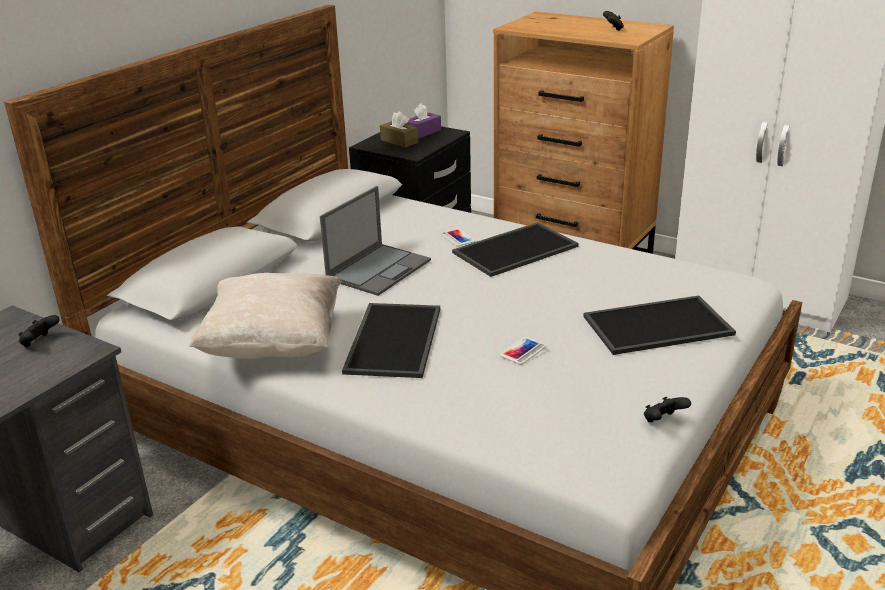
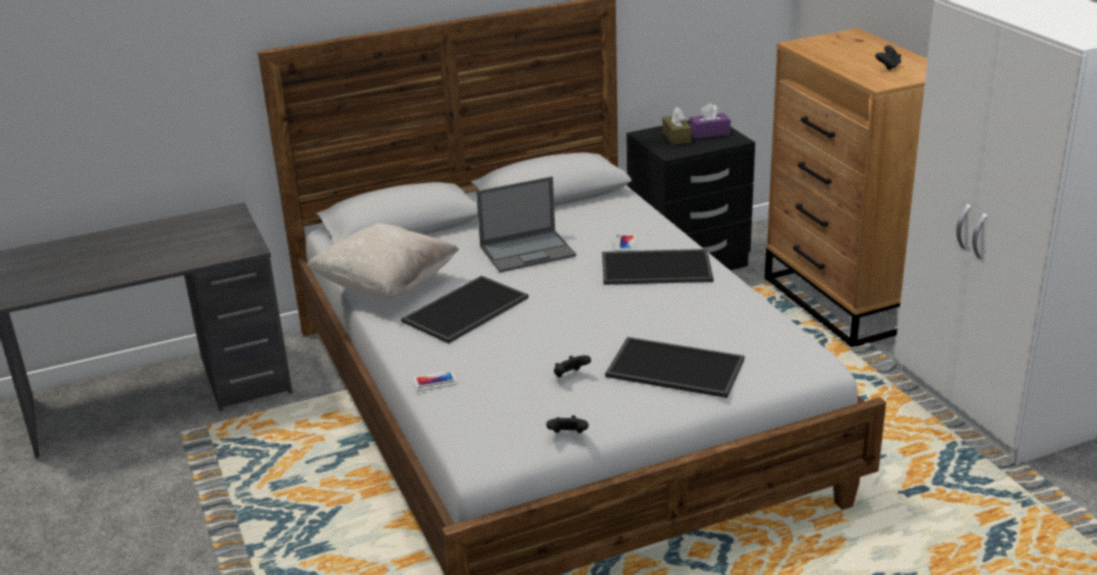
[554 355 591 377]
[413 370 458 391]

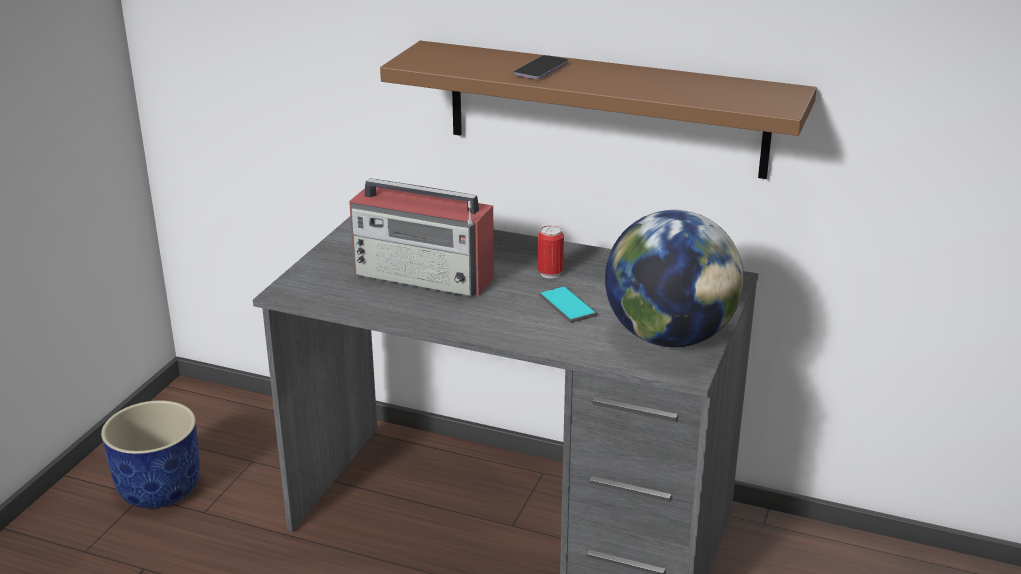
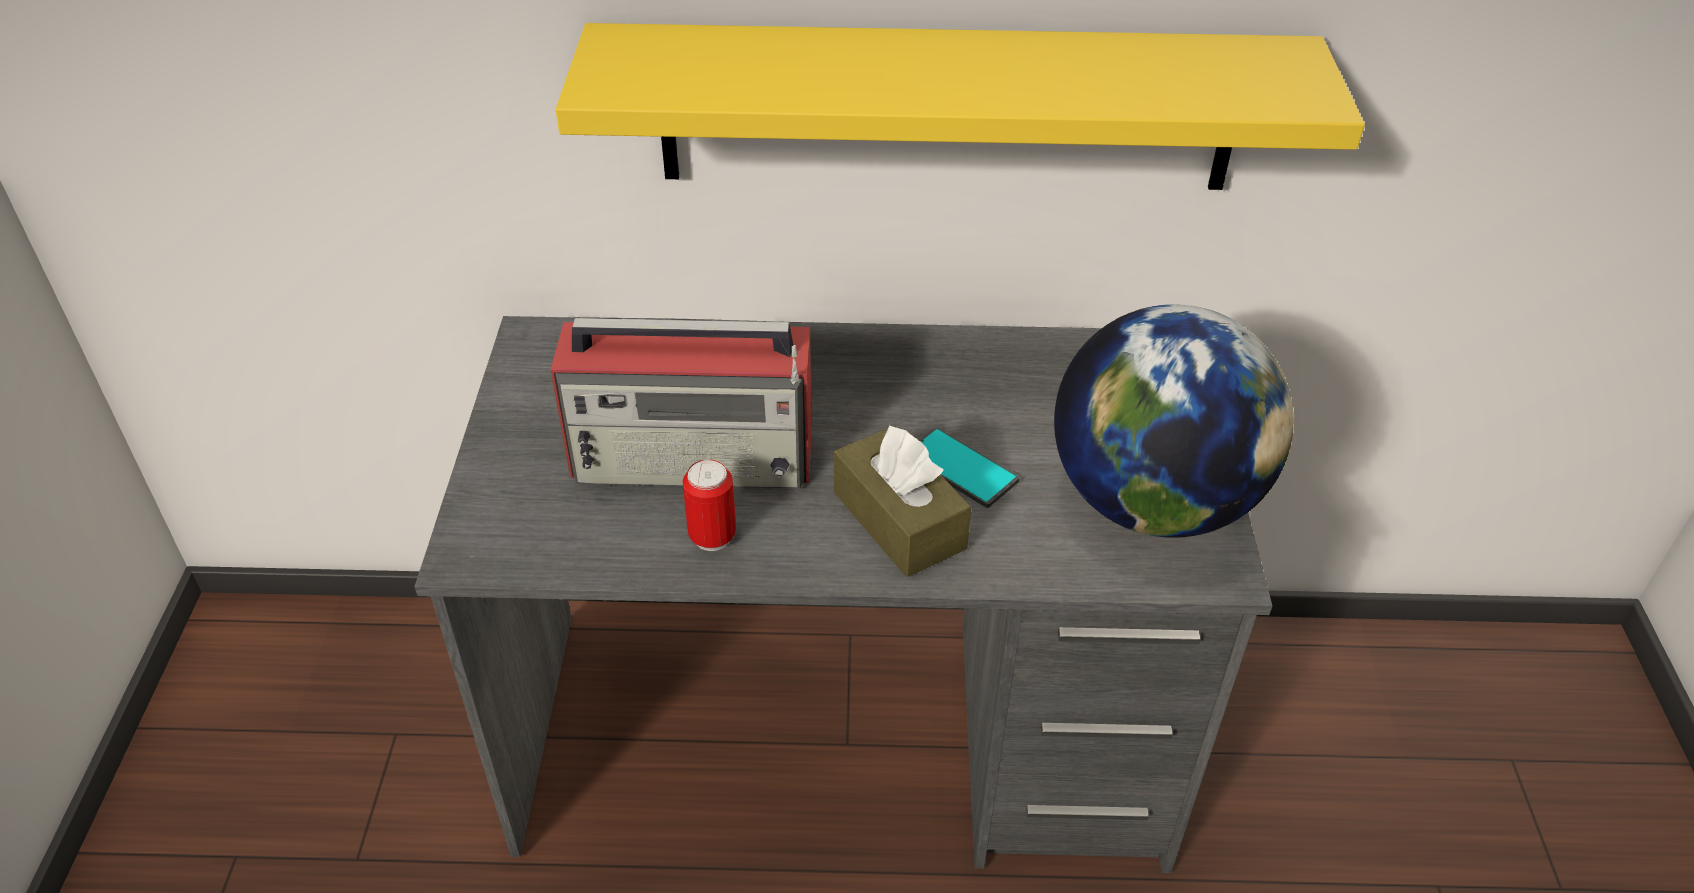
[101 400 200 509] (first image)
[556 23 1365 190]
[514 55 568 79] (first image)
[683 459 736 551]
[834 424 971 577]

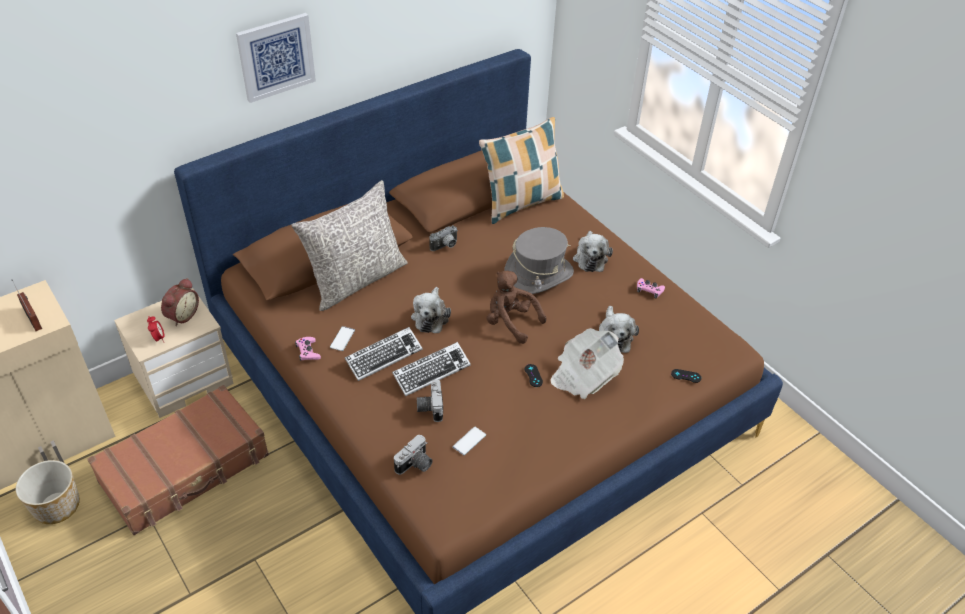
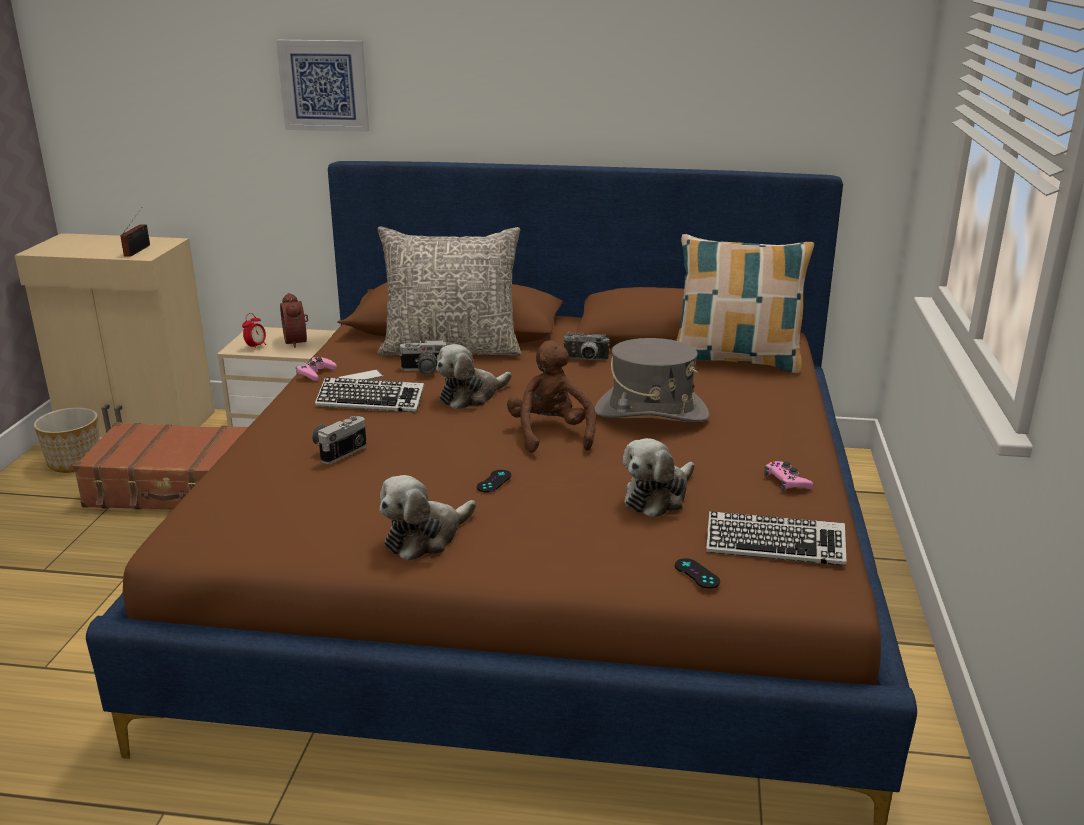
[280 293 308 348]
[276 40 369 132]
[706 511 846 566]
[399 340 447 375]
[453 427 486 455] (first image)
[550 328 624 399] (first image)
[379 475 476 561]

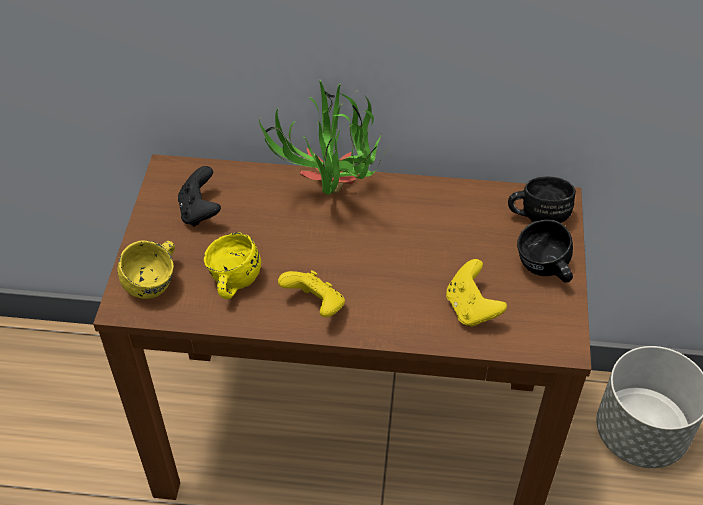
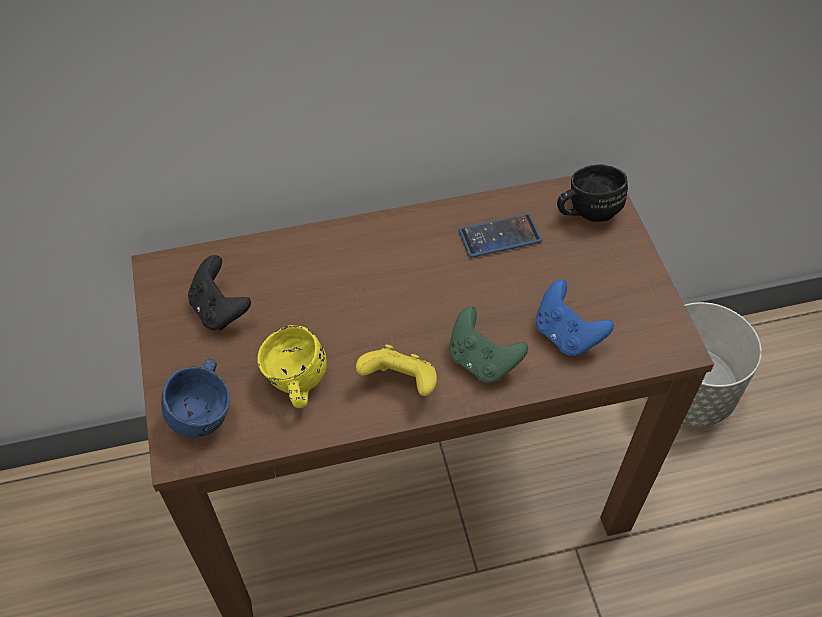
[161 359 230 438]
[259 80 389 195] (first image)
[536 280 614 356]
[517 219 573 283] (first image)
[449 306 528 383]
[459 213 542 258]

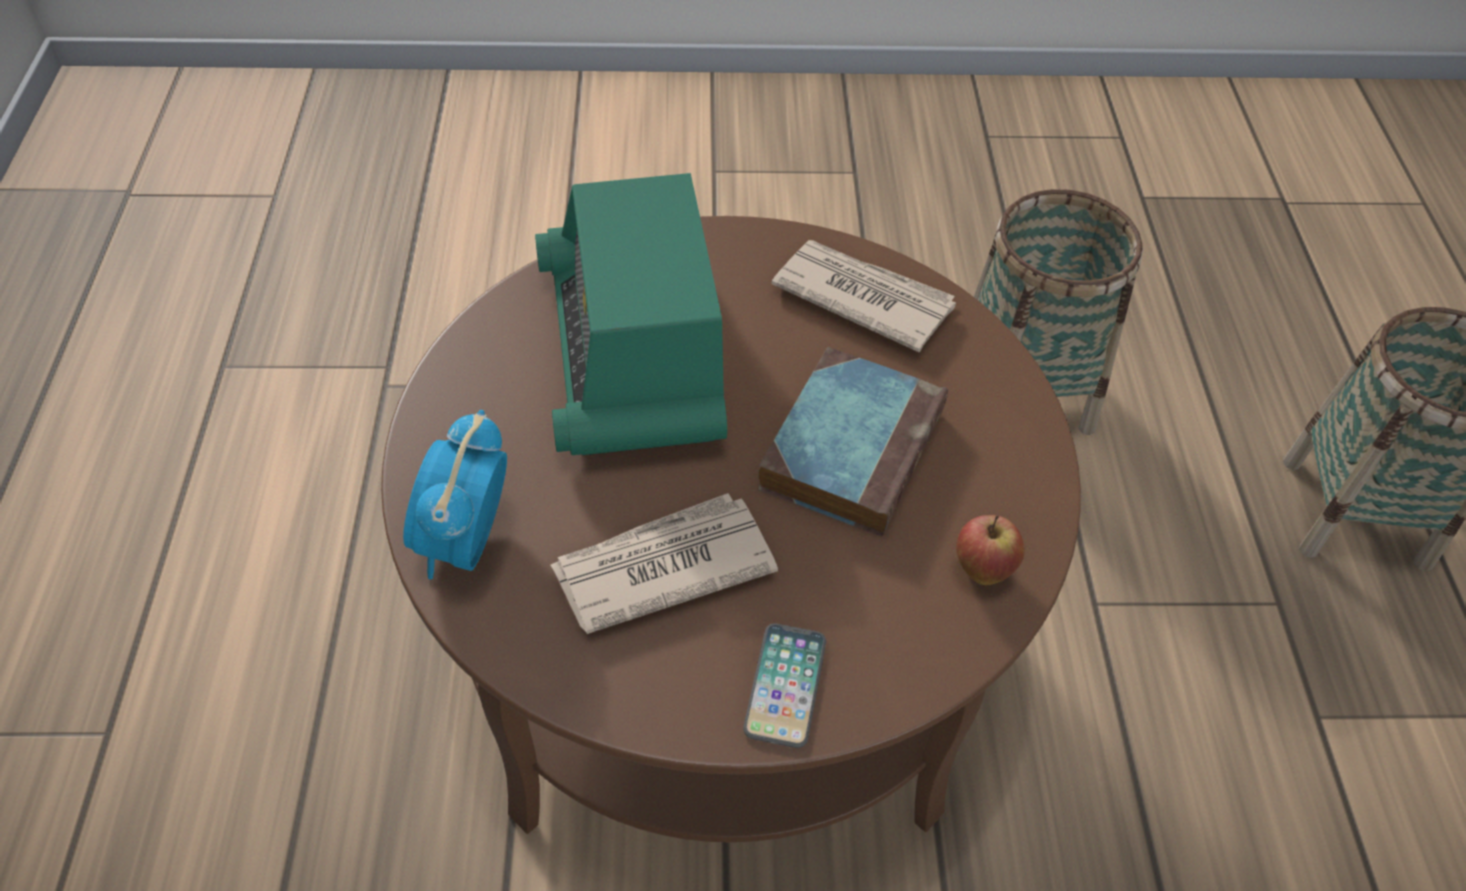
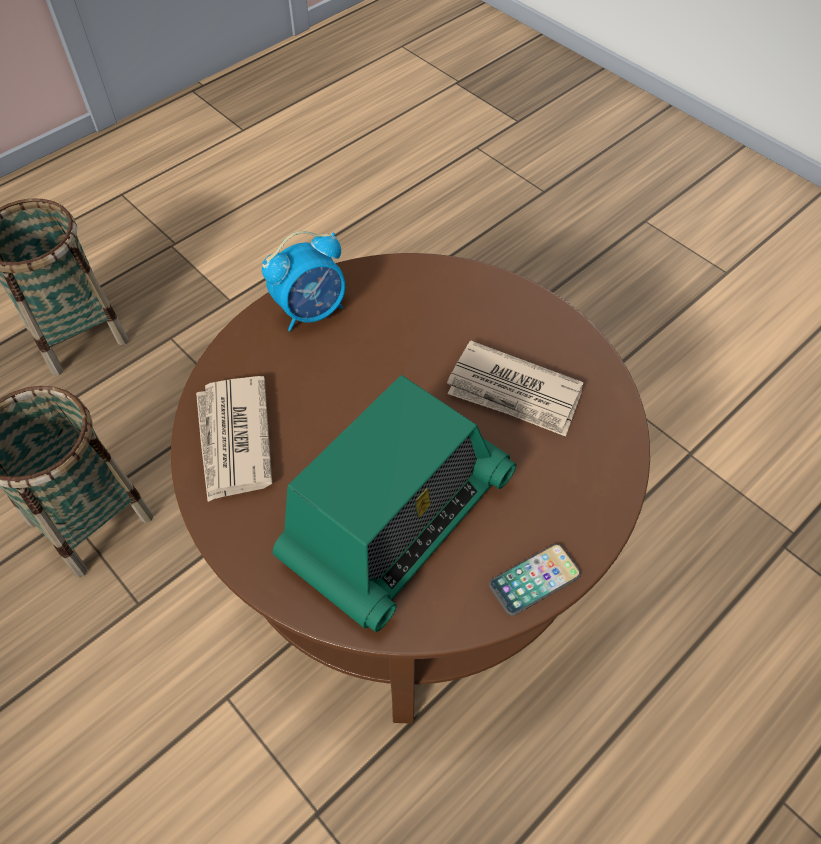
[262 231 346 331]
[489 544 581 616]
[758 347 948 536] (first image)
[956 515 1025 585] (first image)

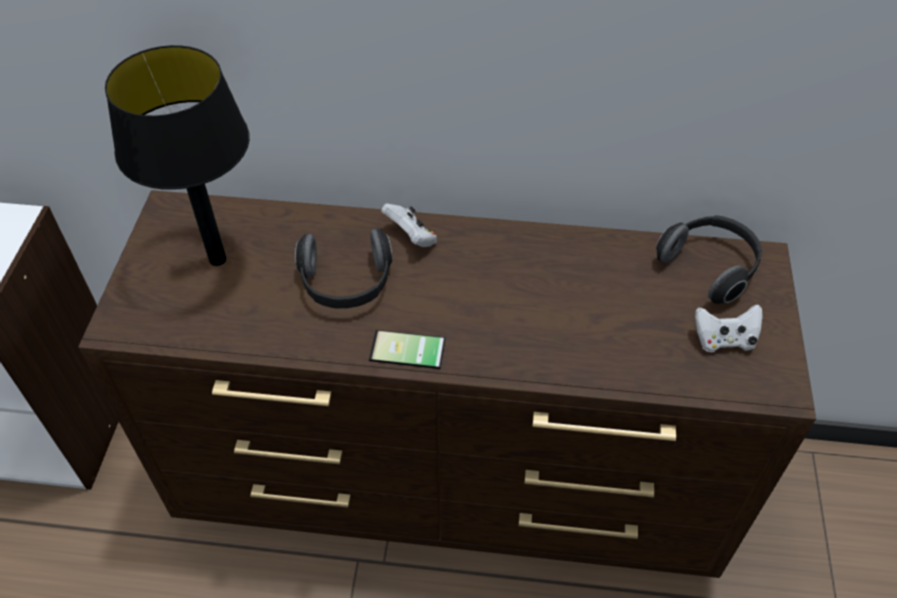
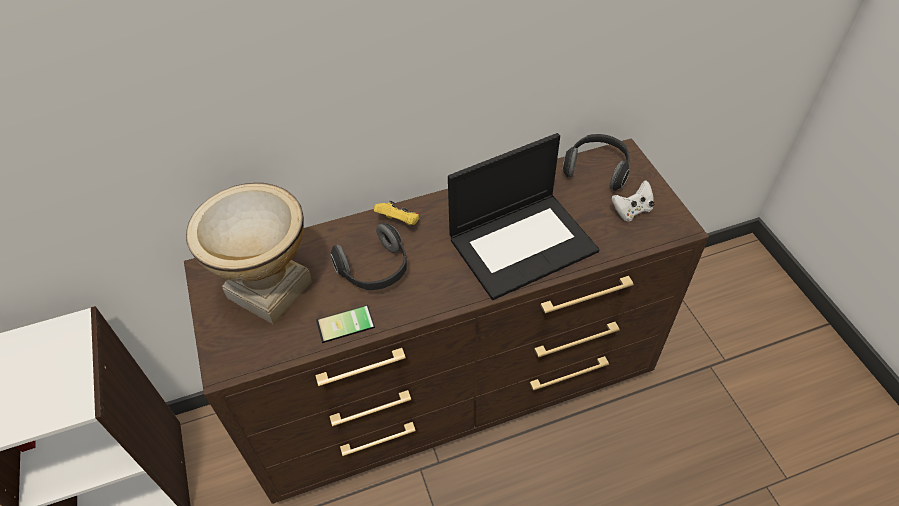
[186 183 312 324]
[316 305 375 343]
[373 201 419 226]
[448 133 600 300]

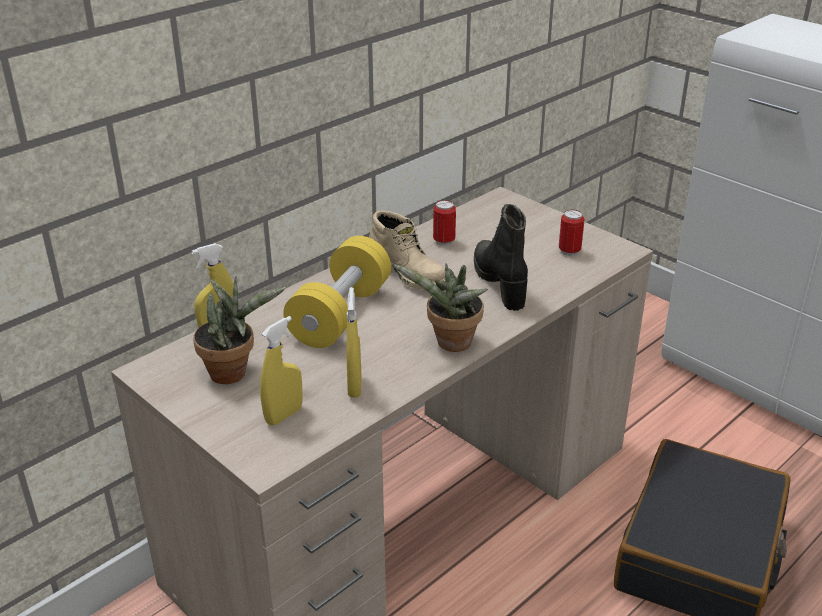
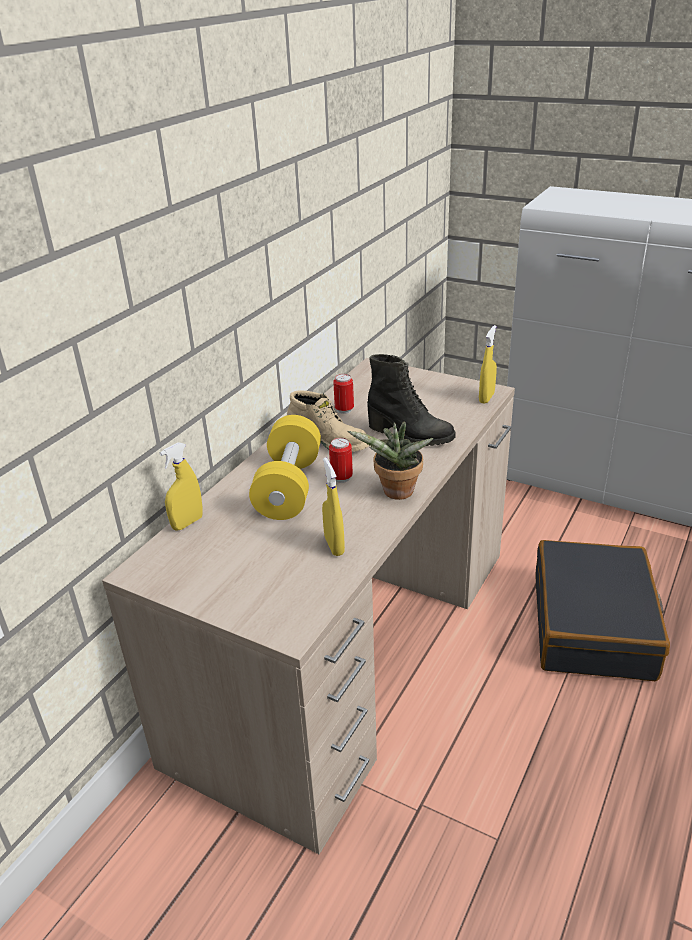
[193 276 286 384] (first image)
[479 325 497 404]
[367 354 456 446]
[329 438 353 483]

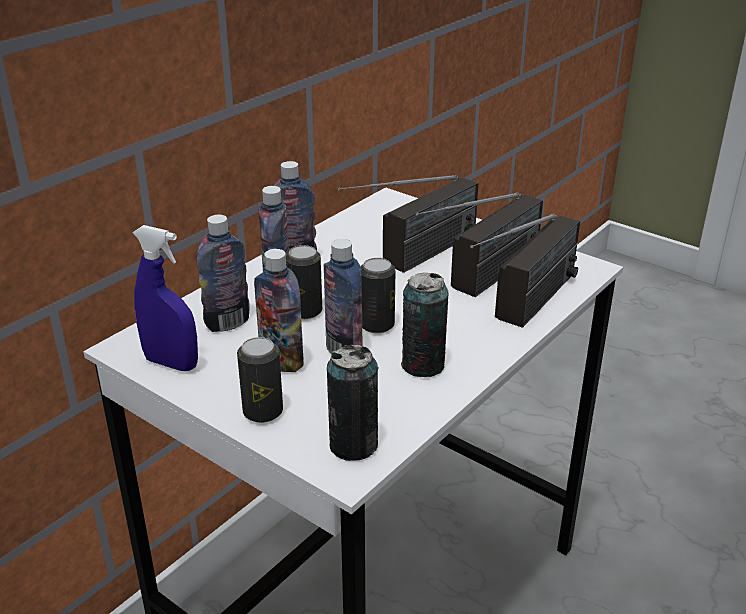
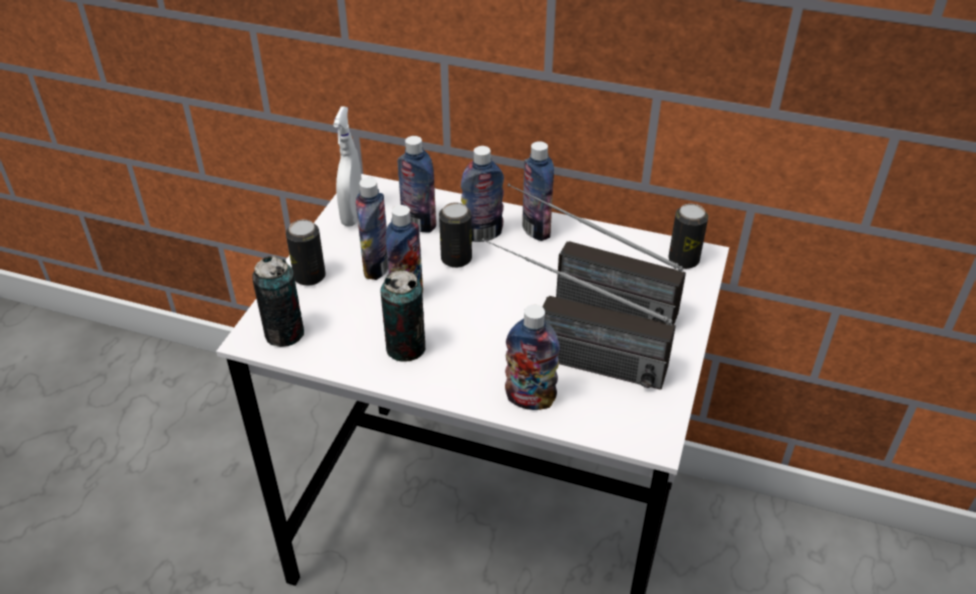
[333 106 362 227]
[668 204 708 269]
[505 305 560 410]

